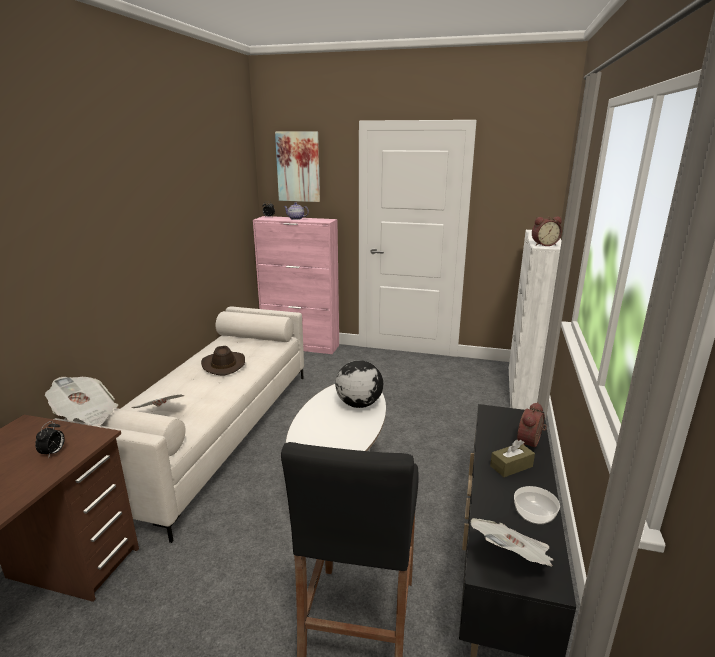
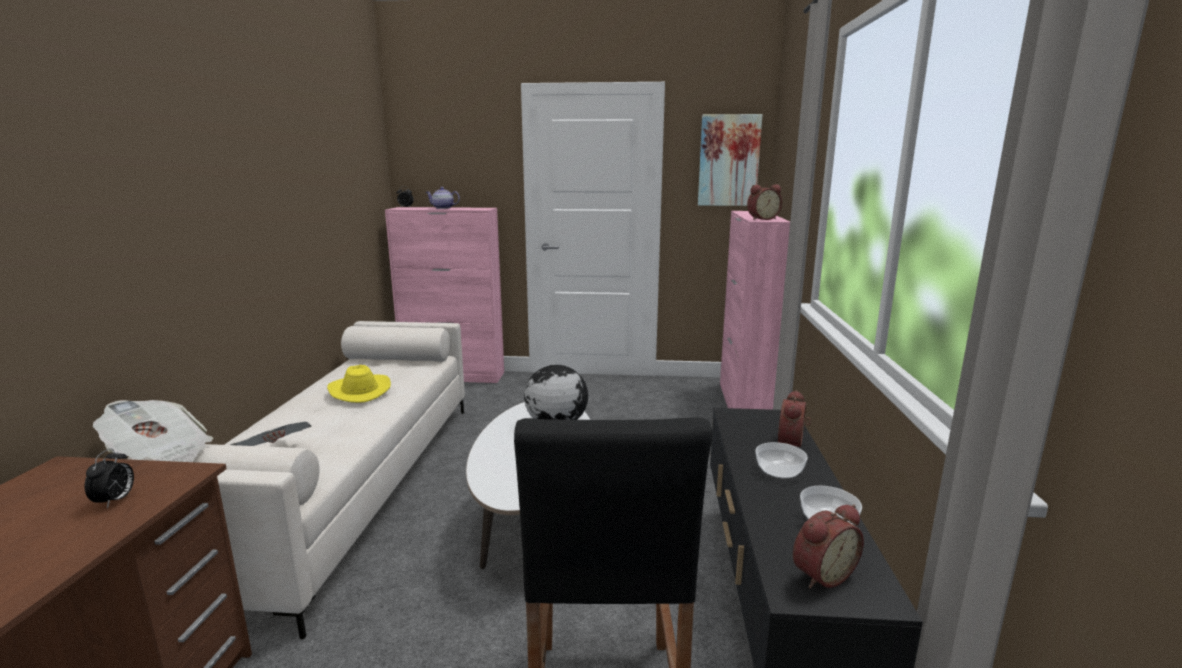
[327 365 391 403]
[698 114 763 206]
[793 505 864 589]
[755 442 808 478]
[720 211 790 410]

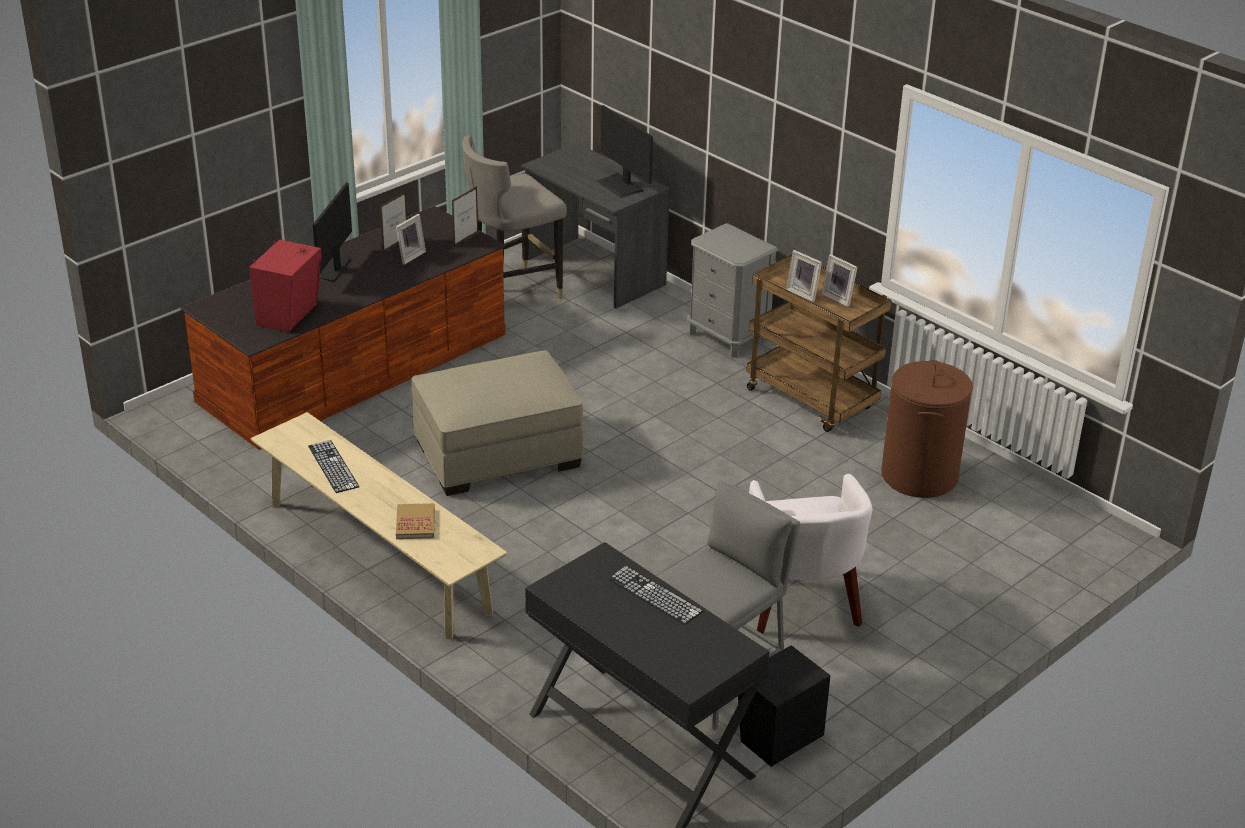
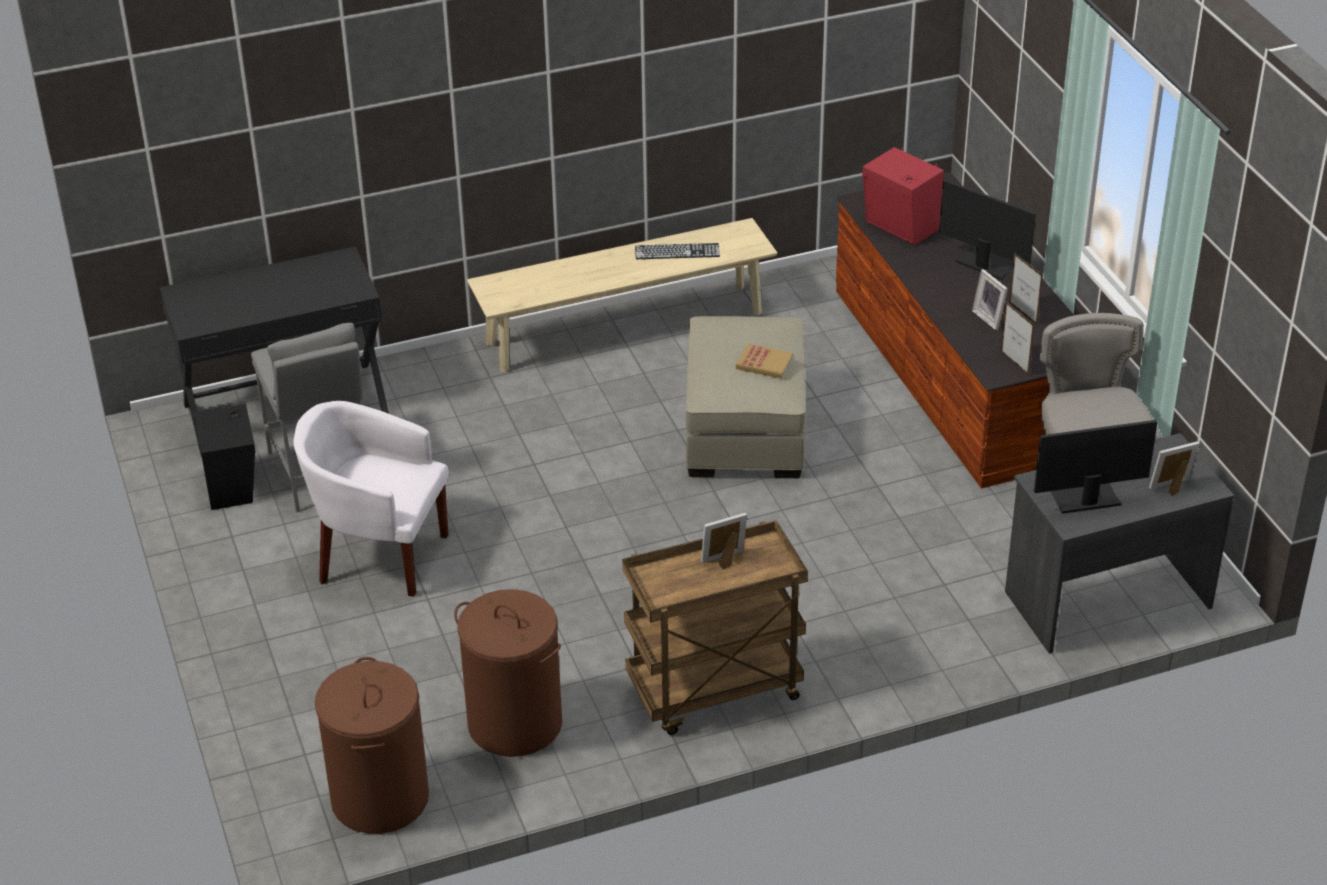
[736 344 793 379]
[608 566 703 625] (first image)
[687 223 778 358] (first image)
[1149 441 1200 496]
[315 657 429 834]

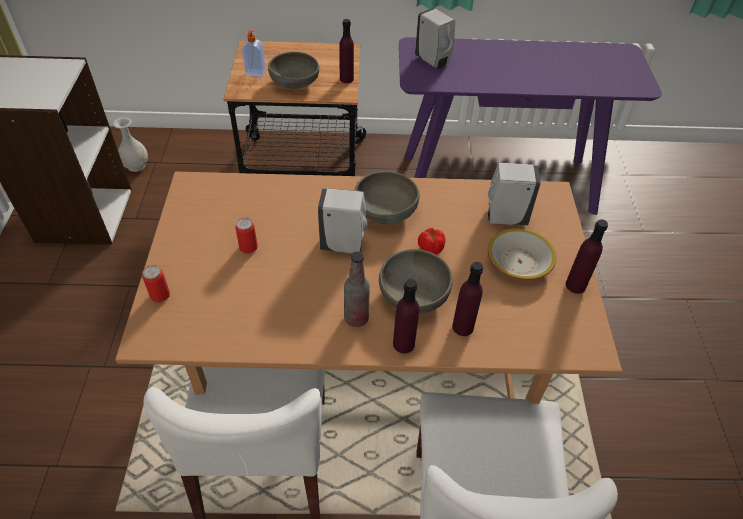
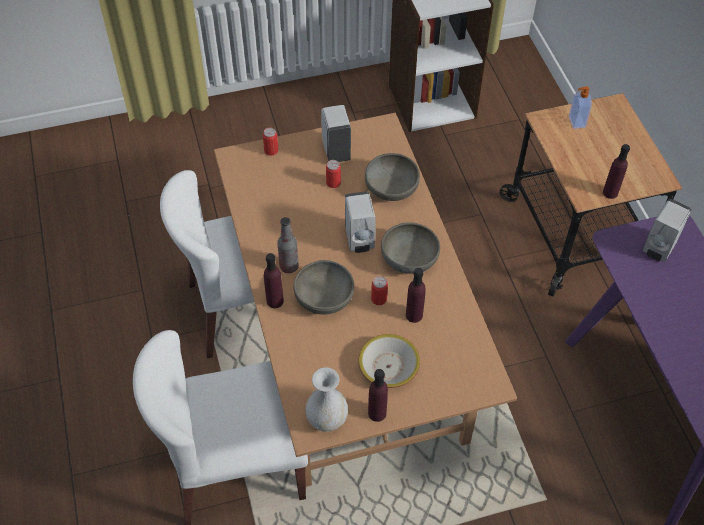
[305 367 348 432]
[365 153 420 201]
[371 276 388 305]
[406 268 426 323]
[321 105 351 162]

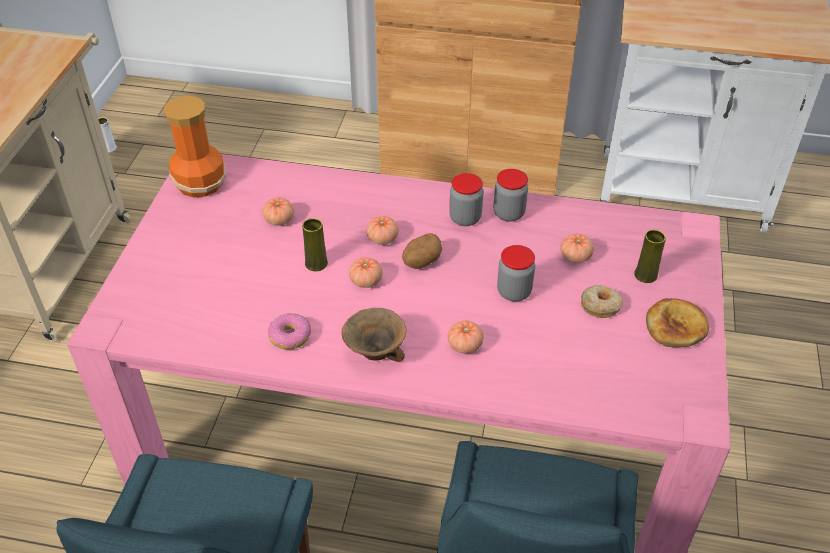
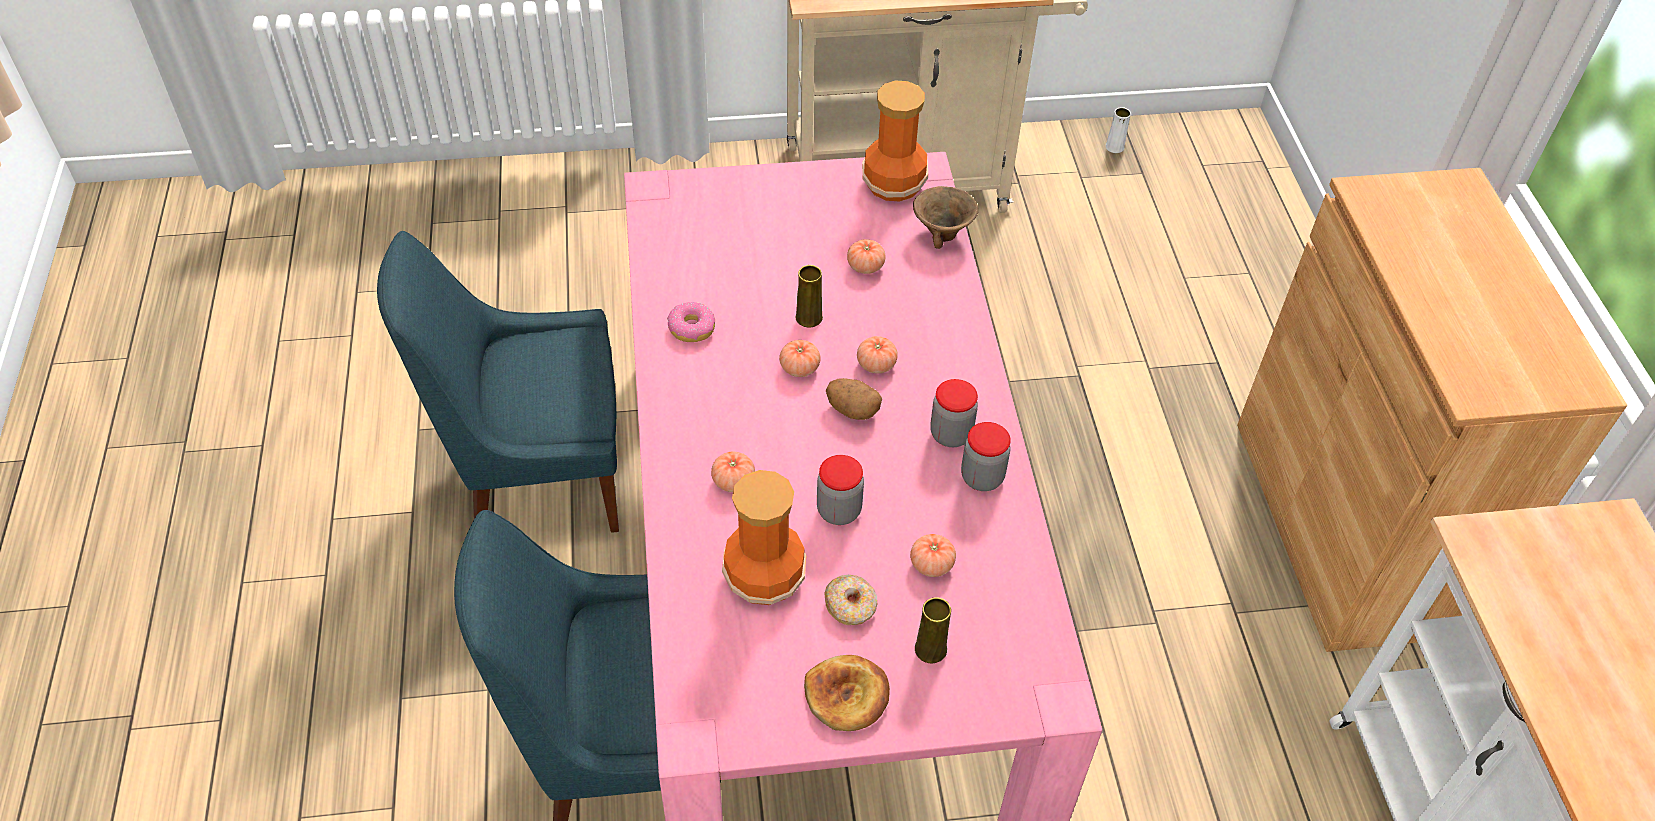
[913 186 978 249]
[722 470 806 605]

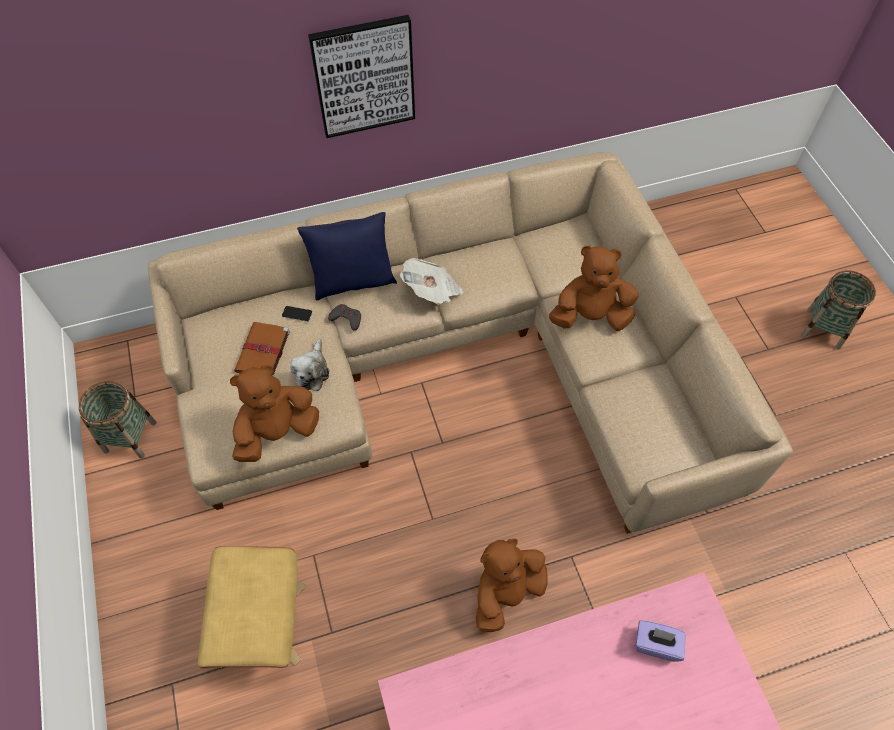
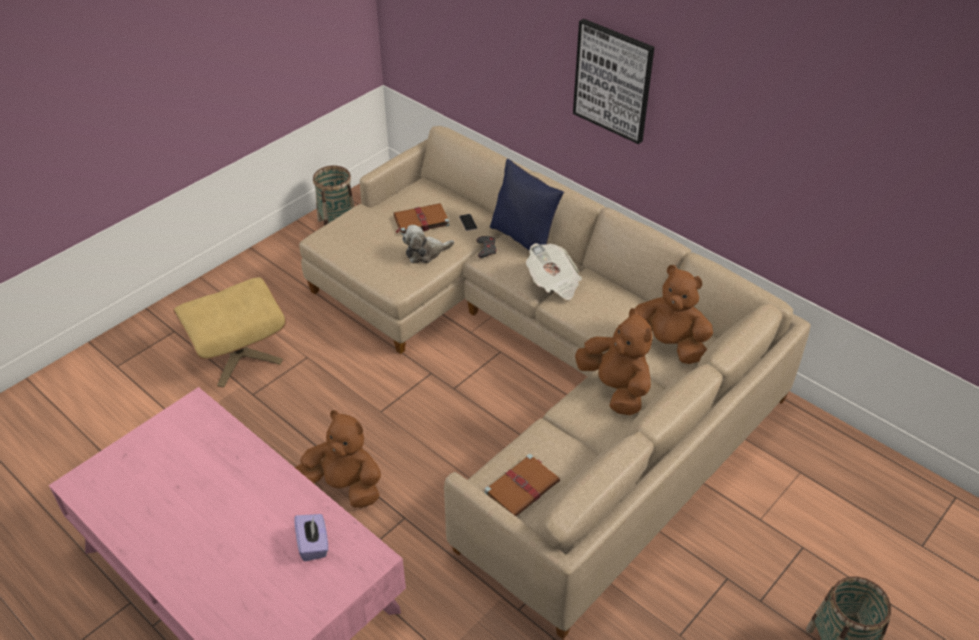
[635 265 713 364]
[484 454 560 516]

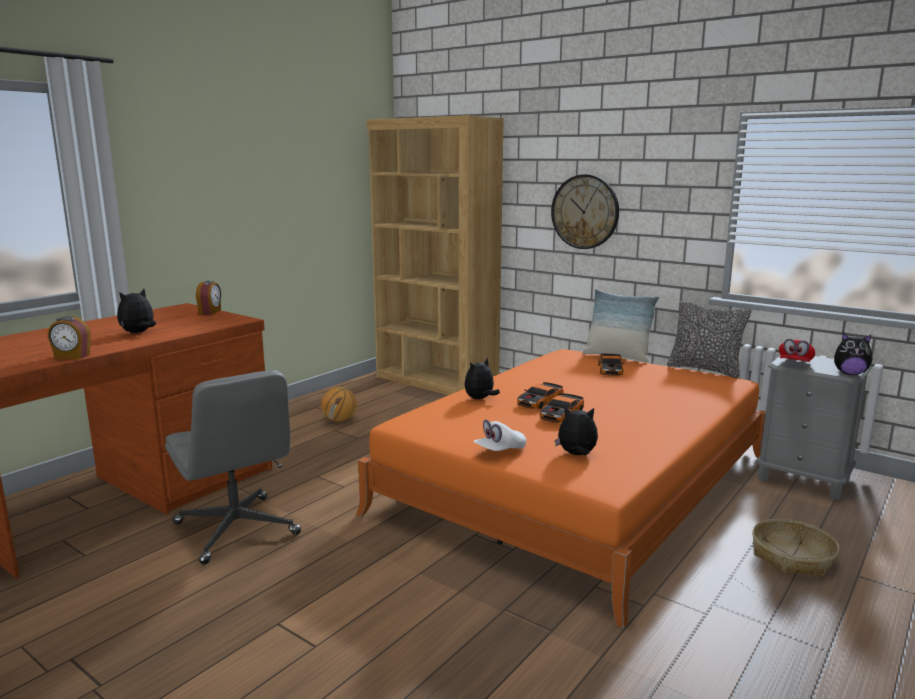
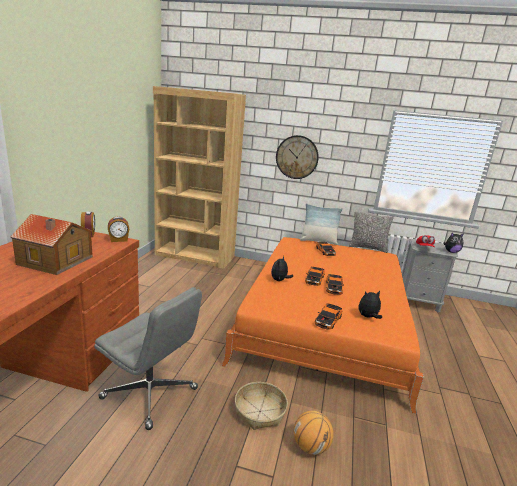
[108 216 129 242]
[11 214 93 275]
[294 411 334 455]
[315 304 342 330]
[235 382 288 430]

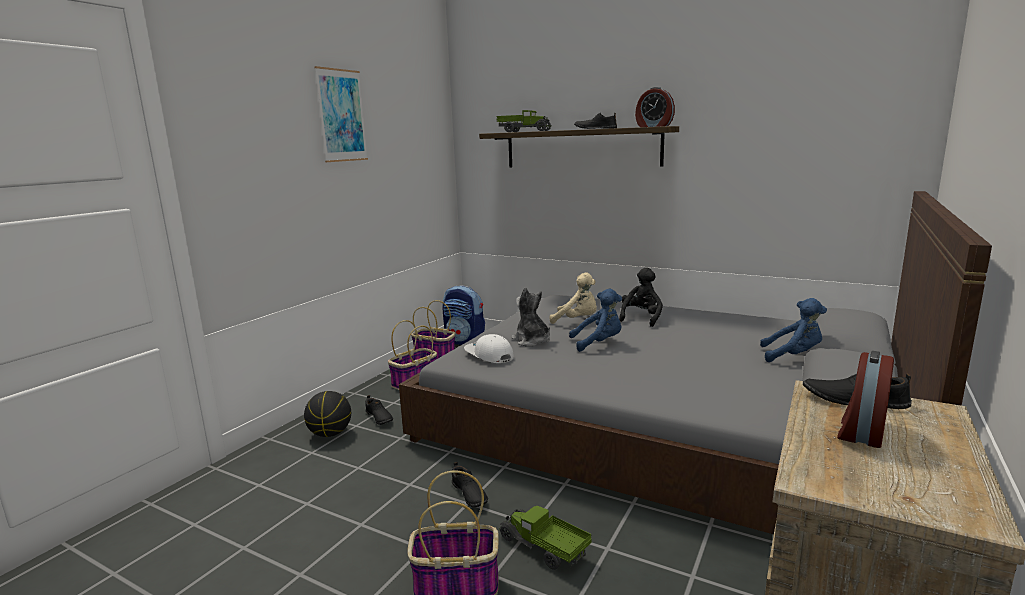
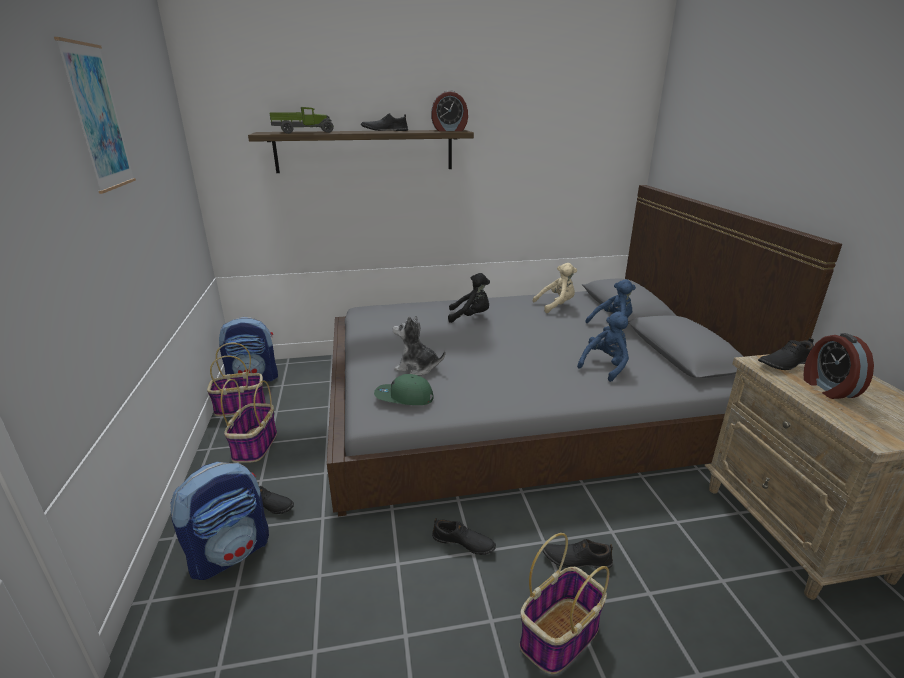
[170 462 269 580]
[374 374 434 405]
[543 539 613 569]
[533 263 577 313]
[577 311 629 382]
[448 273 490 323]

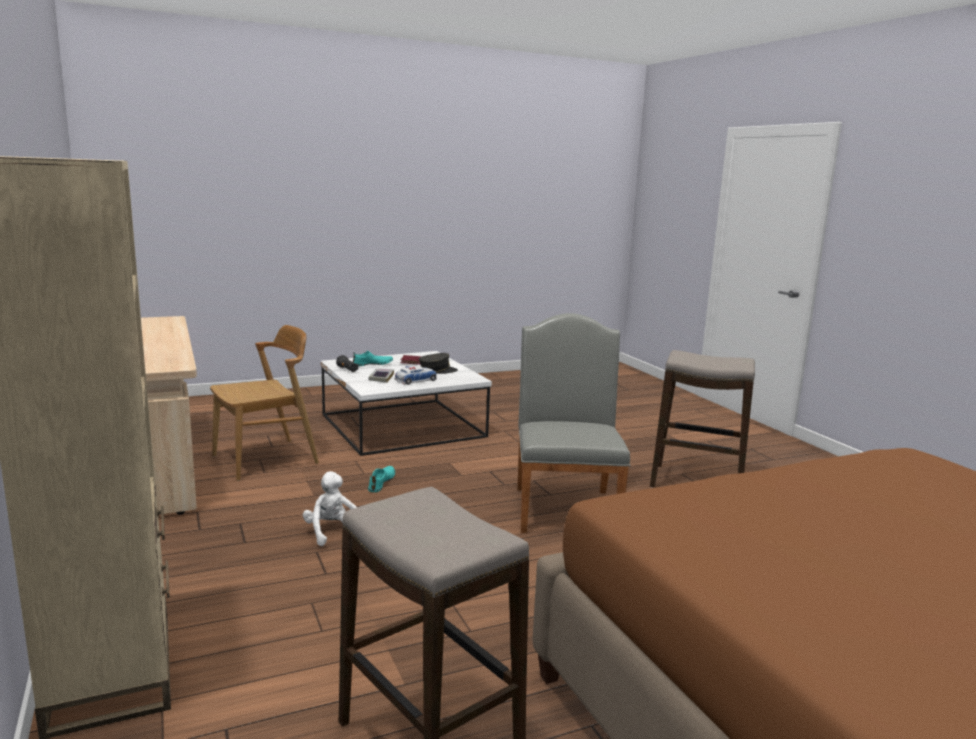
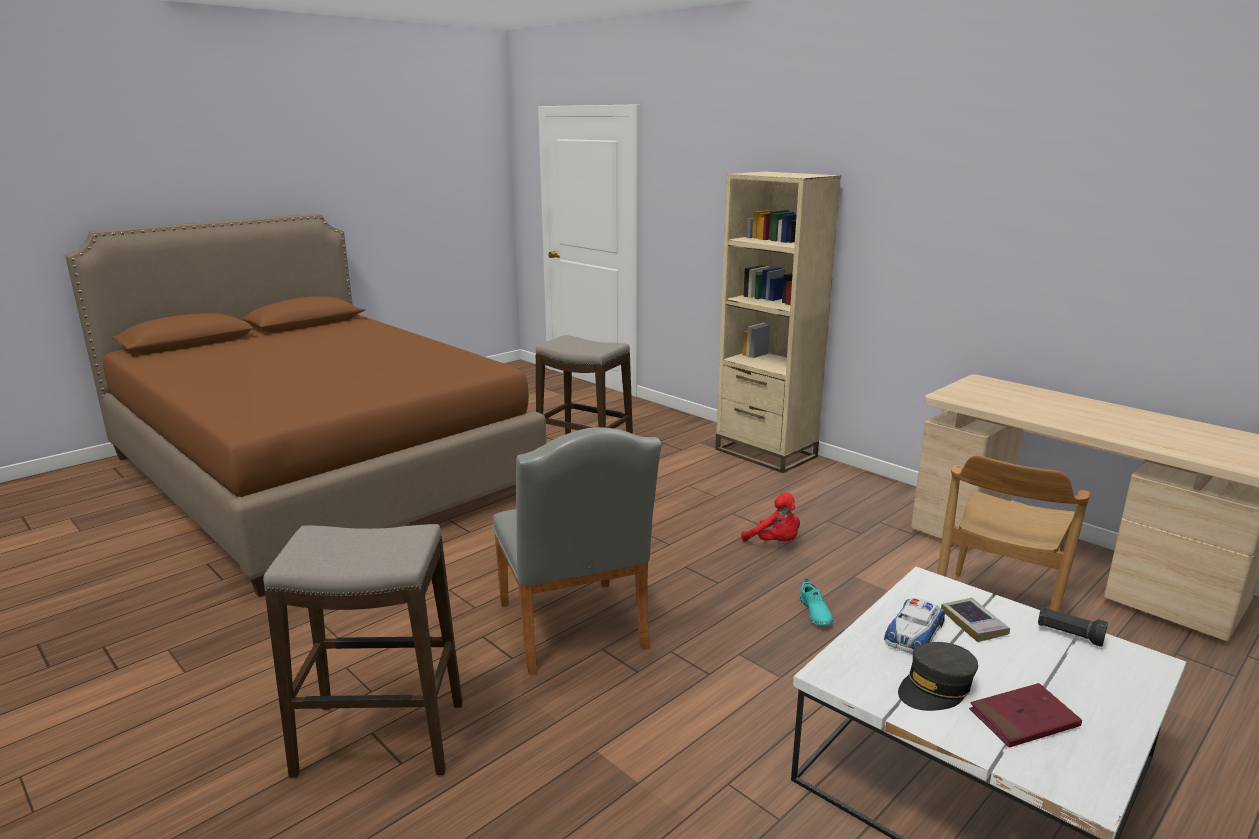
[741 493 800 542]
[353 351 393 366] (first image)

